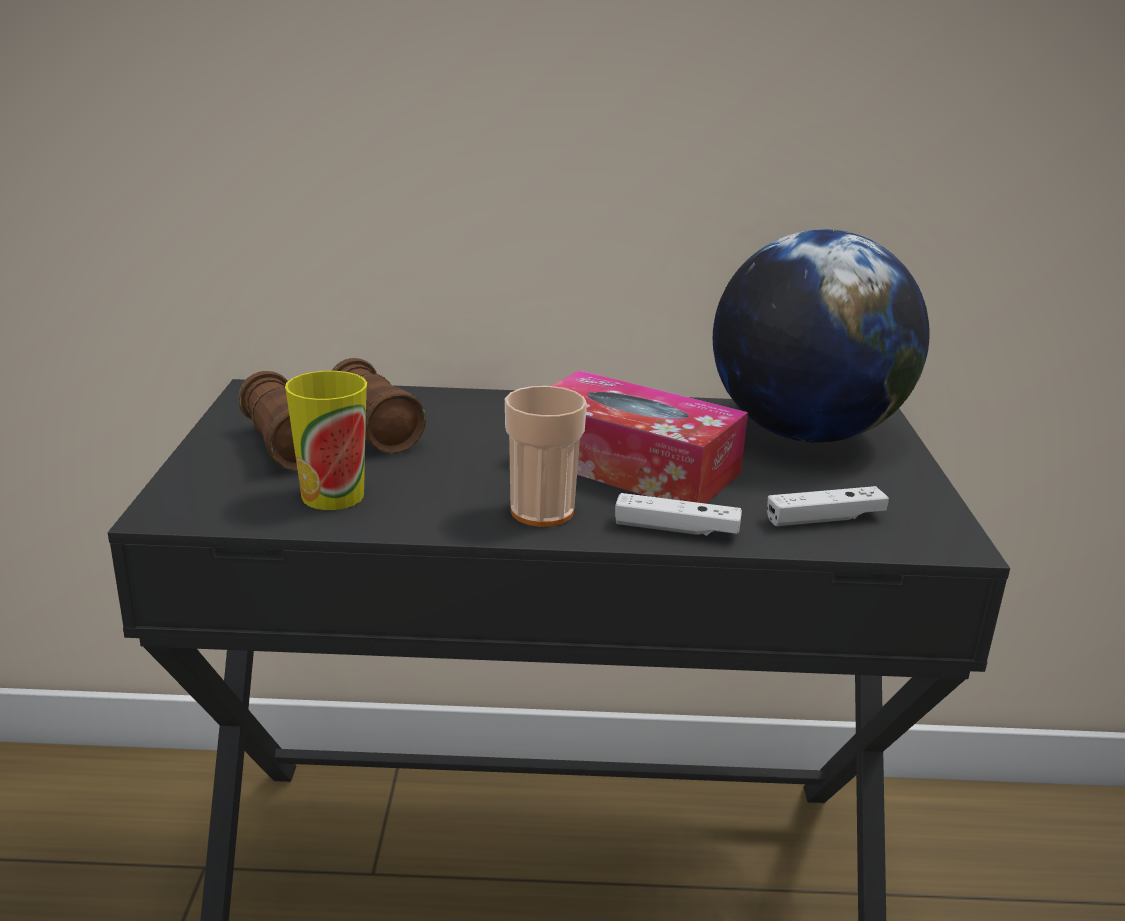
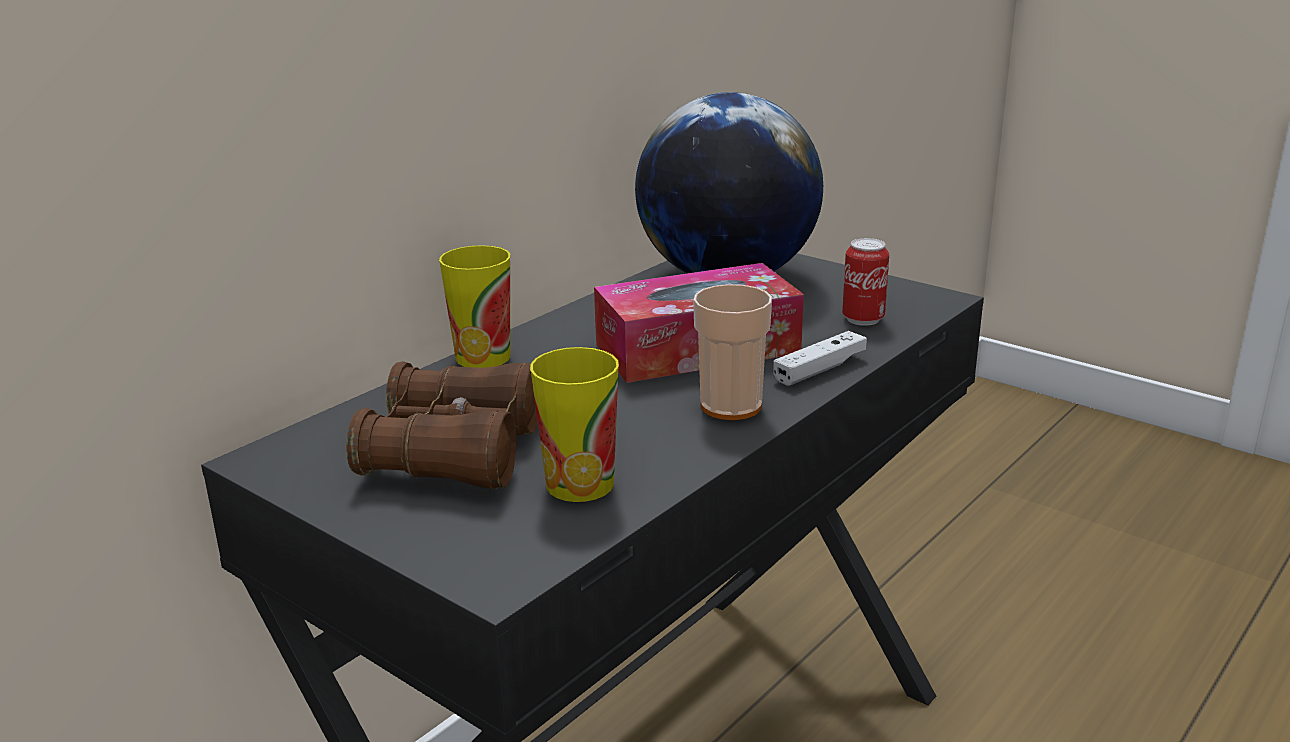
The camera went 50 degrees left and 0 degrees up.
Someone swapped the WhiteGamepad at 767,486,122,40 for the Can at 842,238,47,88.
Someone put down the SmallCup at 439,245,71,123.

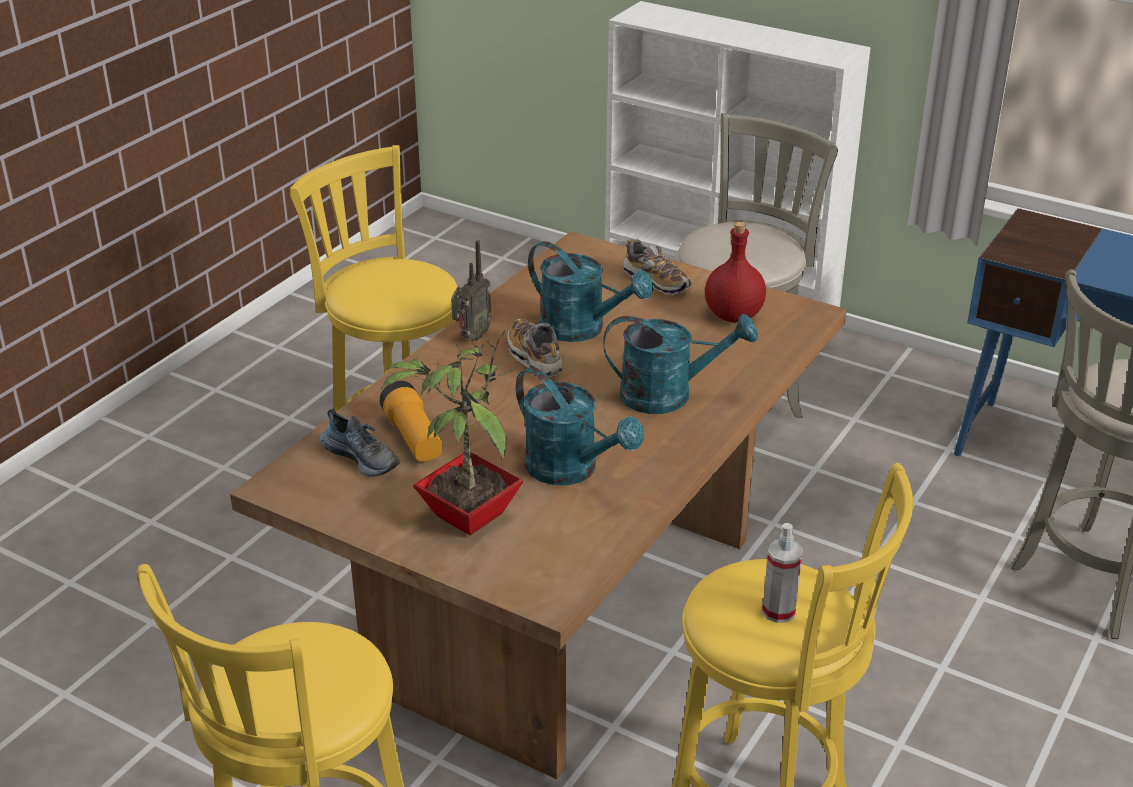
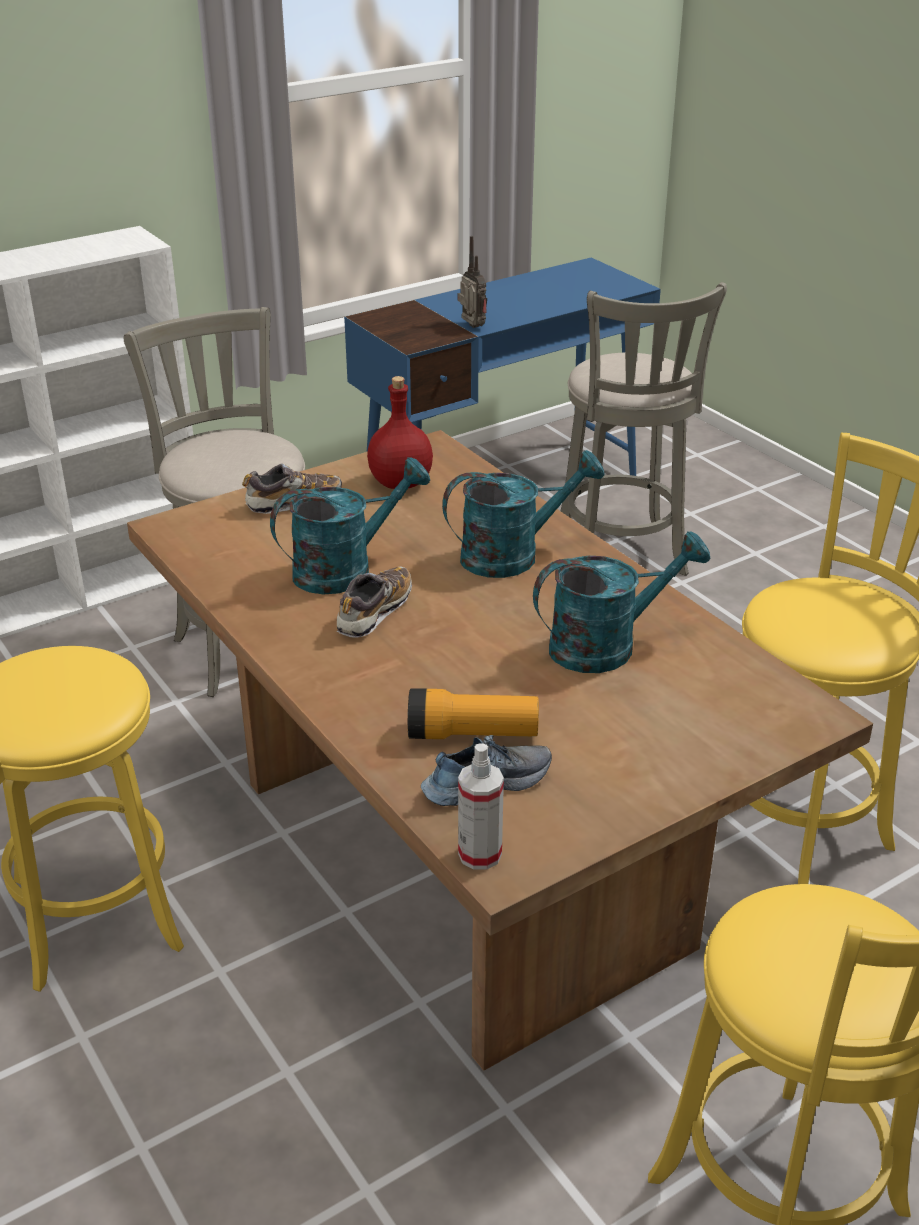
The camera went 65 degrees left and 0 degrees up.
Someone carried the Radio from 451,240,40,101 to 458,236,29,92.
Someone rotated the TurquoiseColouredWateringCan at 603,314,155,100 by 45 degrees clockwise.
Someone rotated the ItemOfFootwear at 507,319,55,58 by 120 degrees clockwise.
Someone took away the PottedPlant at 381,331,142,204.
Someone carried the HandSprayer from 762,523,41,100 to 458,743,46,126.

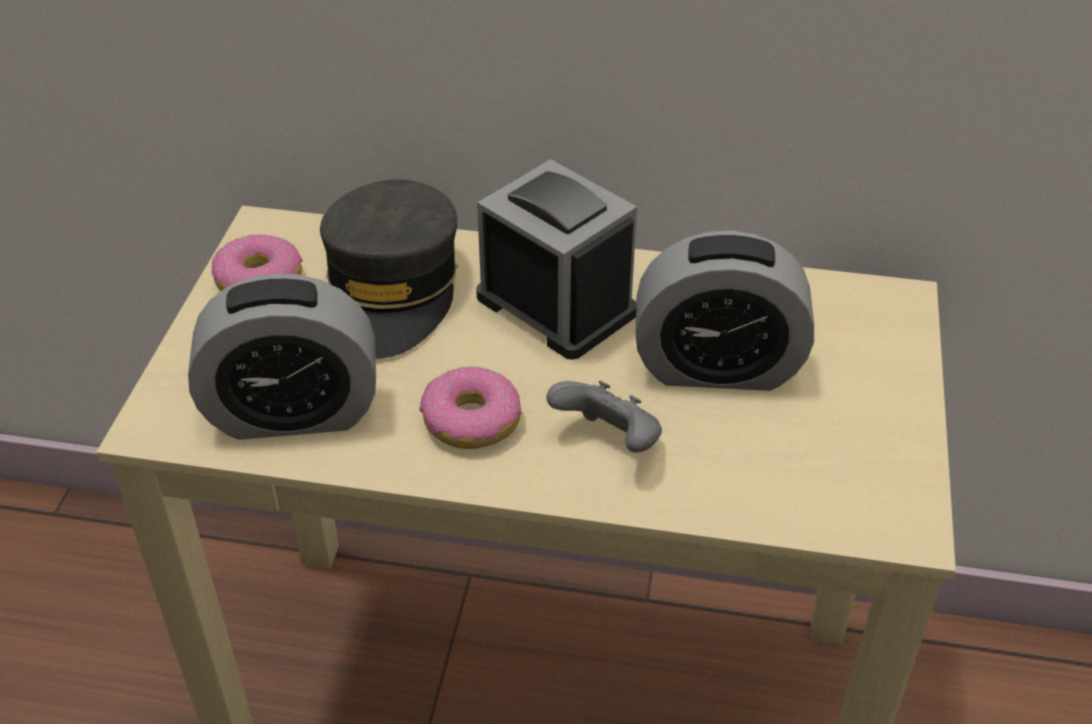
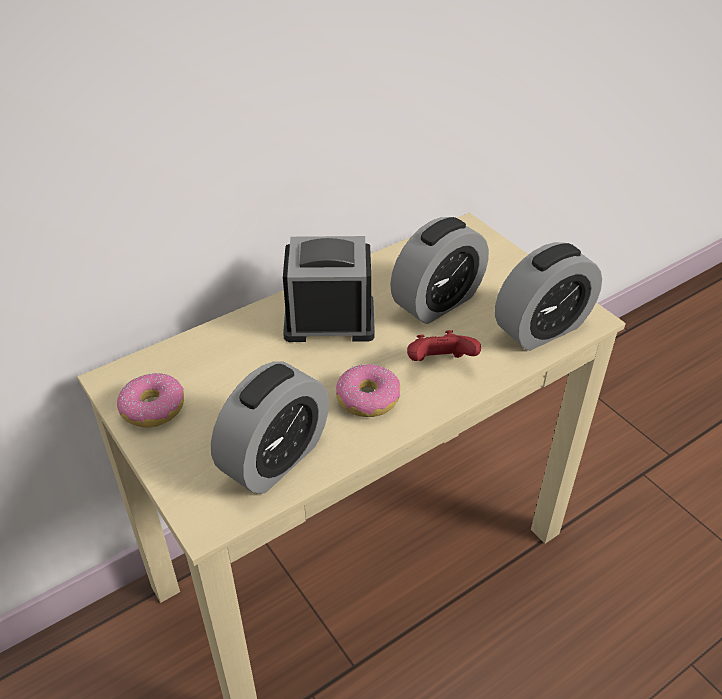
The camera went 45 degrees left and 0 degrees up.
Someone took away the GreyCap at 320,179,138,180.
Someone repainted the GreyGamepad at 547,381,115,72, which became the ReddishGamepad at 407,330,74,31.
Someone put down the TableClock at 495,242,107,109.

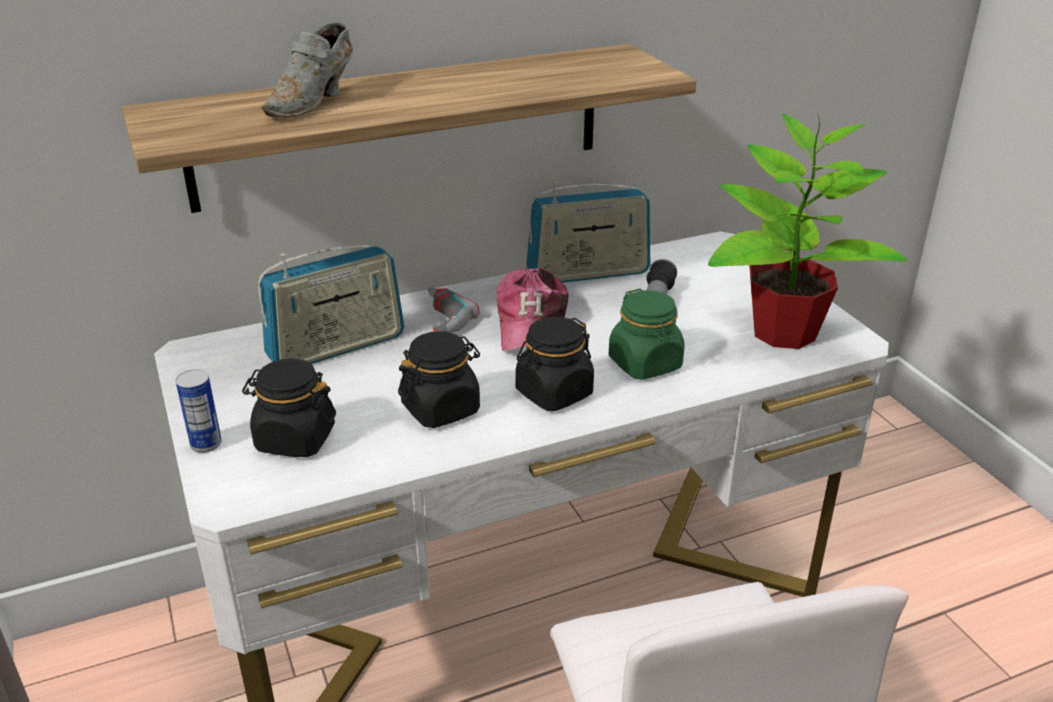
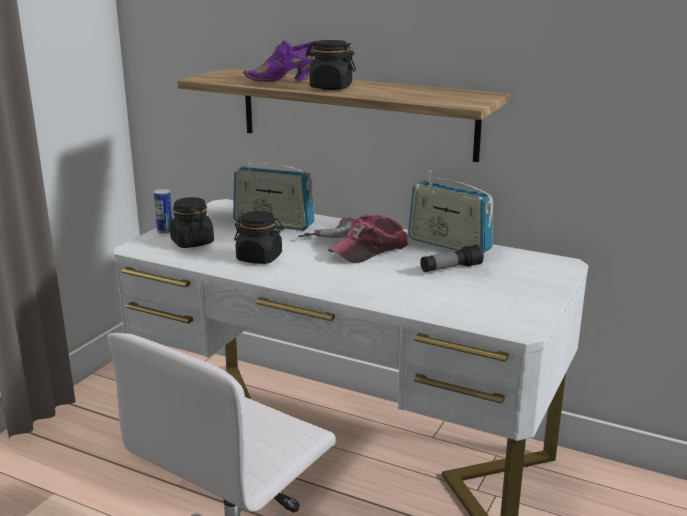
The camera went 50 degrees right and 10 degrees down.
Someone repainted the GreyItemOfFootwear at 261,21,92,97, which became the PurplishItemOfFootwear at 243,40,73,42.
Someone took away the PottedPlant at 708,113,199,236.
Someone took away the GreenColouredJar at 609,289,76,91.
Someone carried the BlackishJar from 515,317,79,94 to 305,40,51,50.

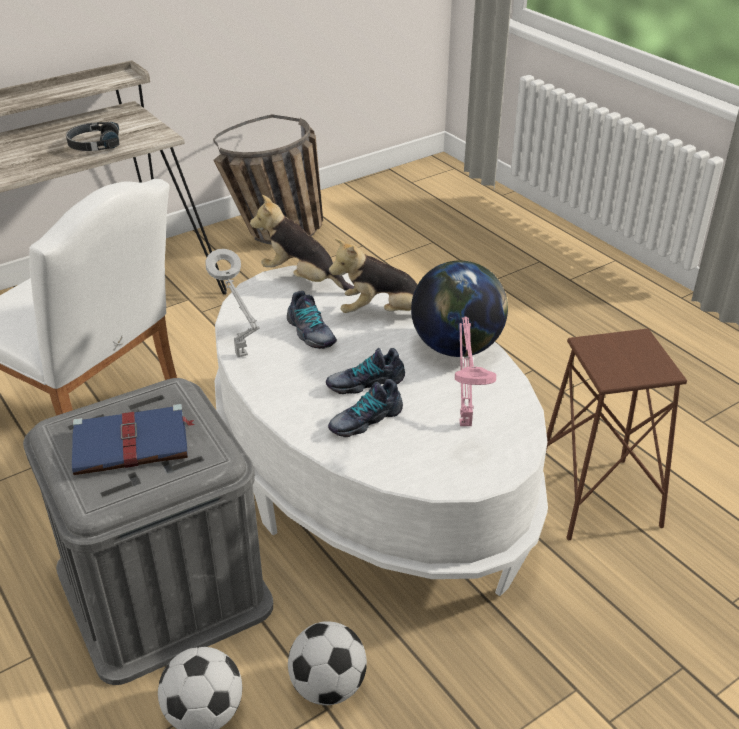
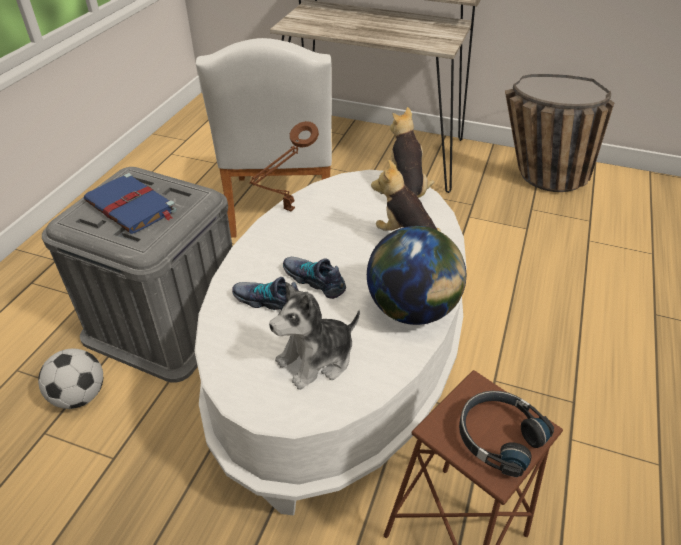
The camera went 55 degrees right and 5 degrees up.
Someone carried the BlackishHeadphones from 66,122,53,29 to 459,391,95,86.
Someone repainted the GreyTableLamp at 205,249,55,108, which became the BrownColouredTableLamp at 249,121,70,90.
Someone took away the ItemOfFootwear at 287,291,50,58.
Someone swapped the PinkColouredTableLamp at 455,317,41,109 for the SoftToy at 269,282,91,108.
Someone took away the Football at 288,621,79,84.

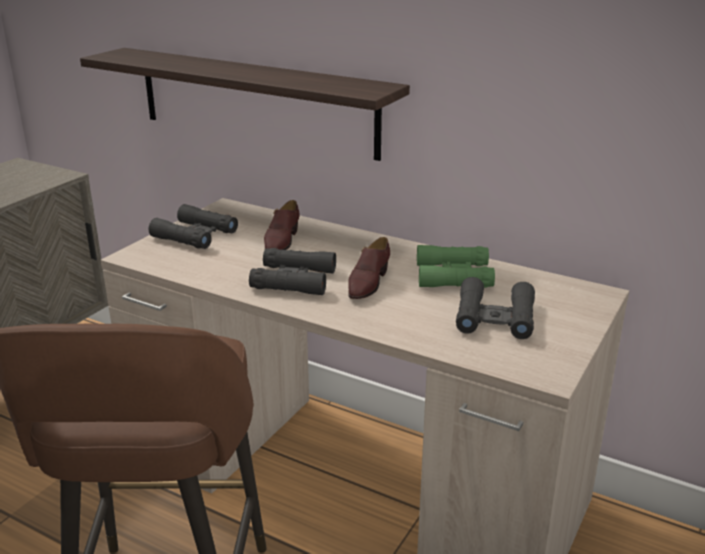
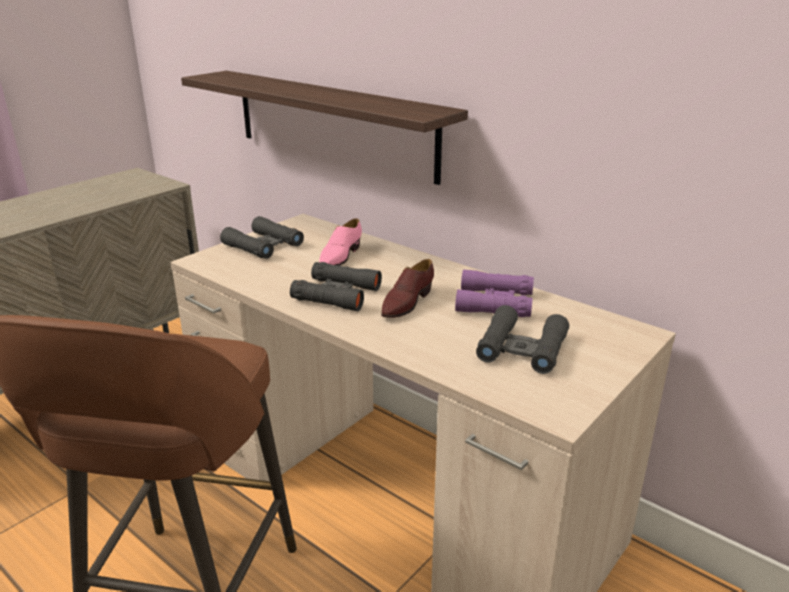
The camera went 10 degrees right and 0 degrees up.
Someone repainted the BrownColouredItemOfFootwear at 264,200,36,50, which became the PinkColouredItemOfFootwear at 320,218,42,47.
Someone repainted the GreenColouredBinoculars at 417,245,78,43, which became the PurplishBinoculars at 455,269,79,48.

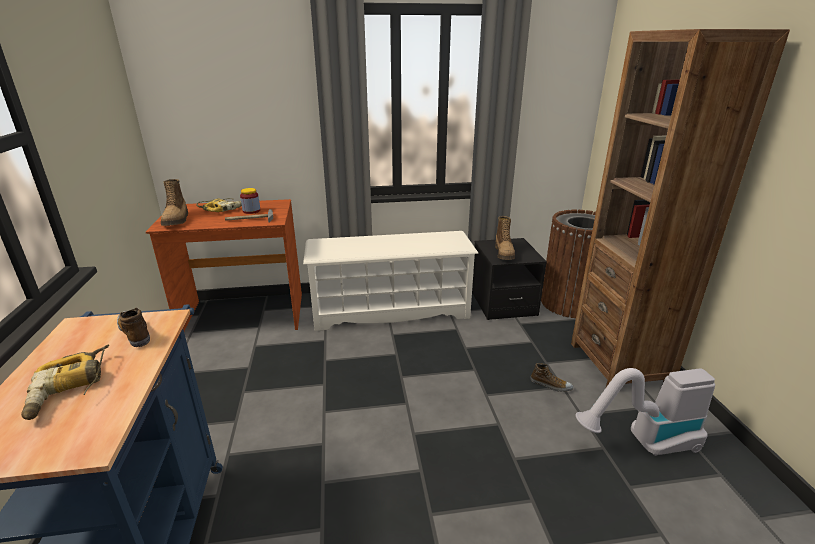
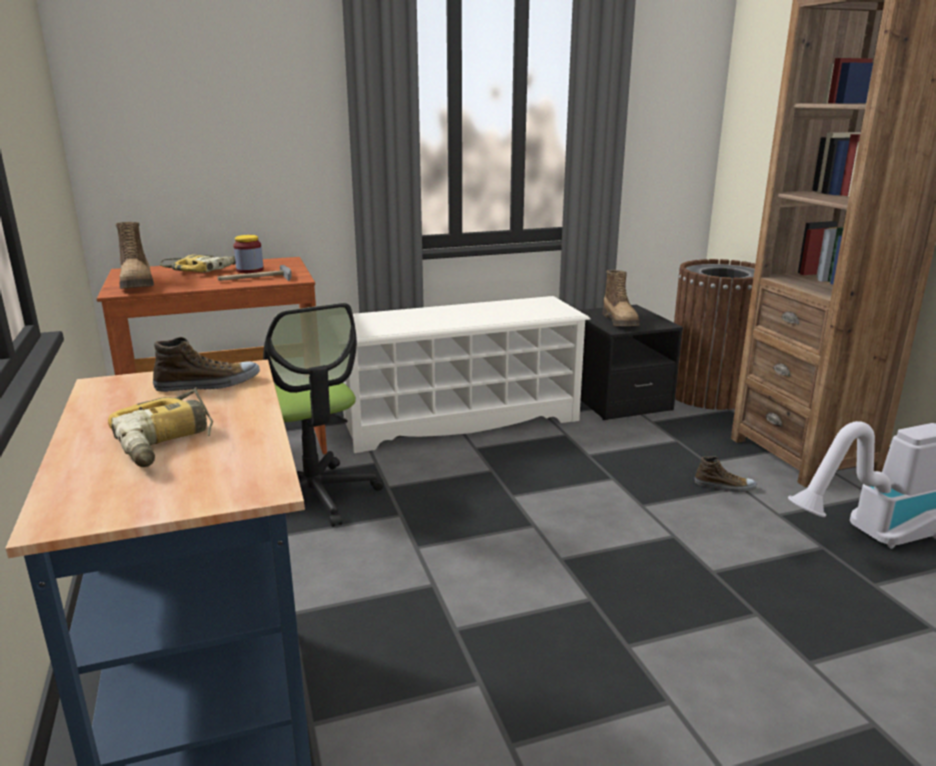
The camera went 10 degrees left and 5 degrees down.
Someone rotated the ItemOfFootwear at 117,308,33,39 by 120 degrees clockwise.
Someone put down the DeskChair at 263,303,121,224.

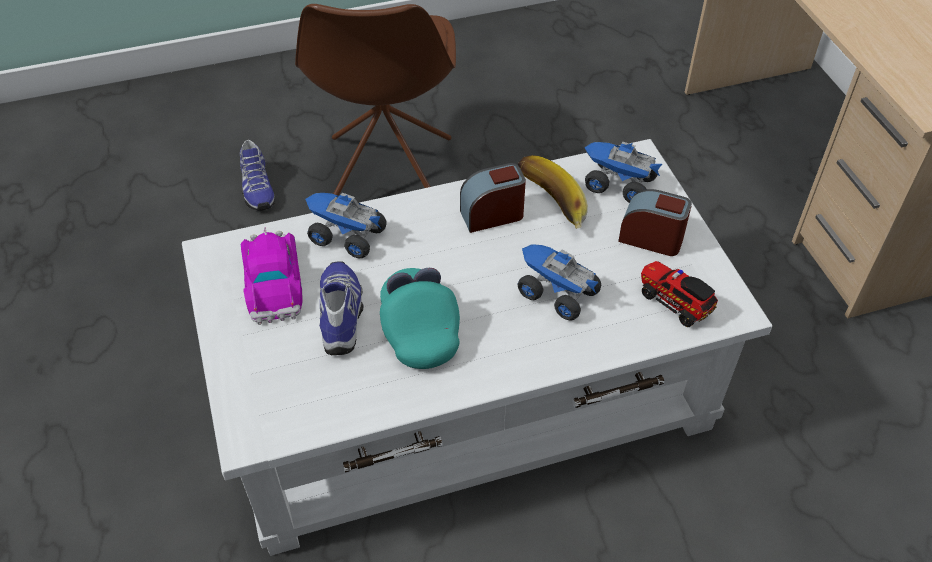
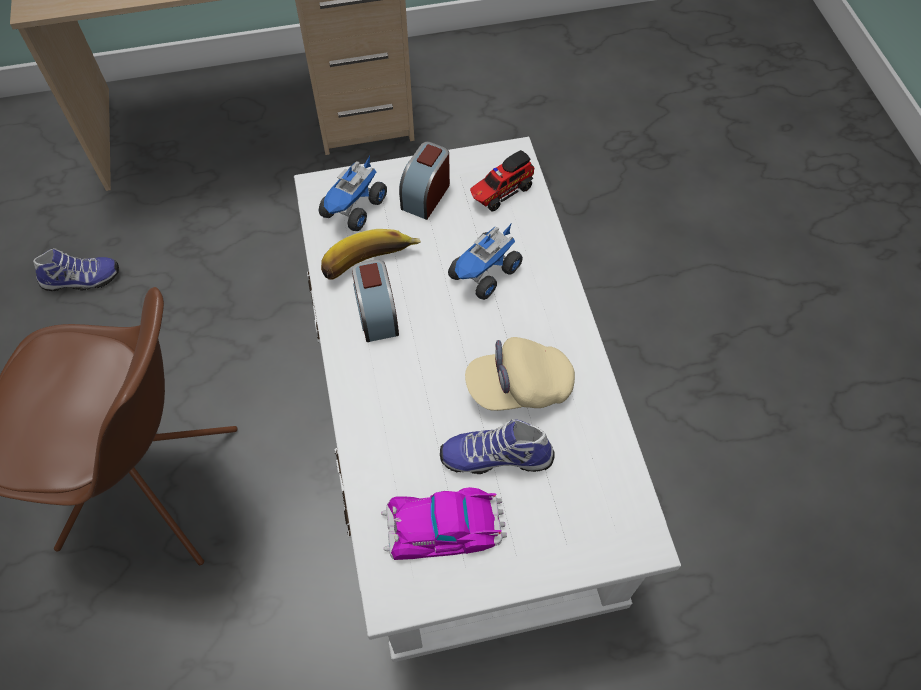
The camera went 85 degrees left and 10 degrees up.
Someone carried the ItemOfFootwear from 240,140,35,71 to 33,248,86,43.
Someone took away the ToyLorry at 305,193,82,65.
Someone repainted the TurquoiseColouredCap at 380,268,80,101, which became the SandColouredCap at 465,337,110,74.

